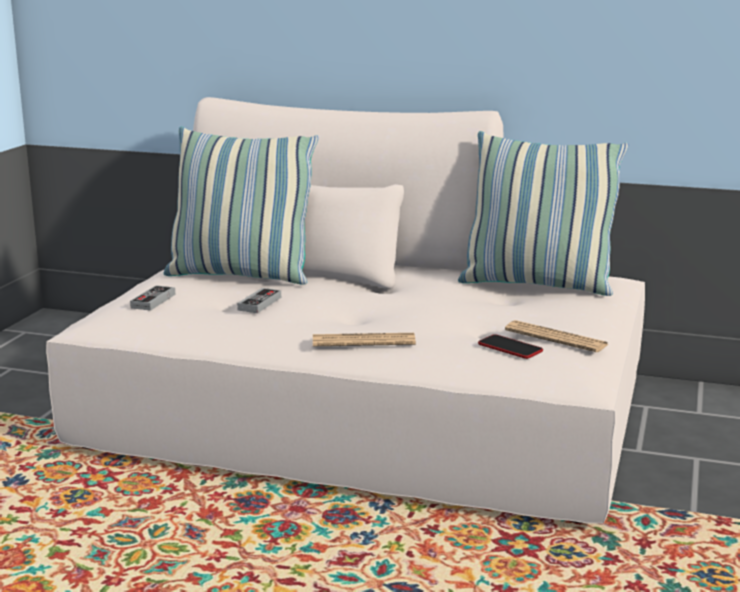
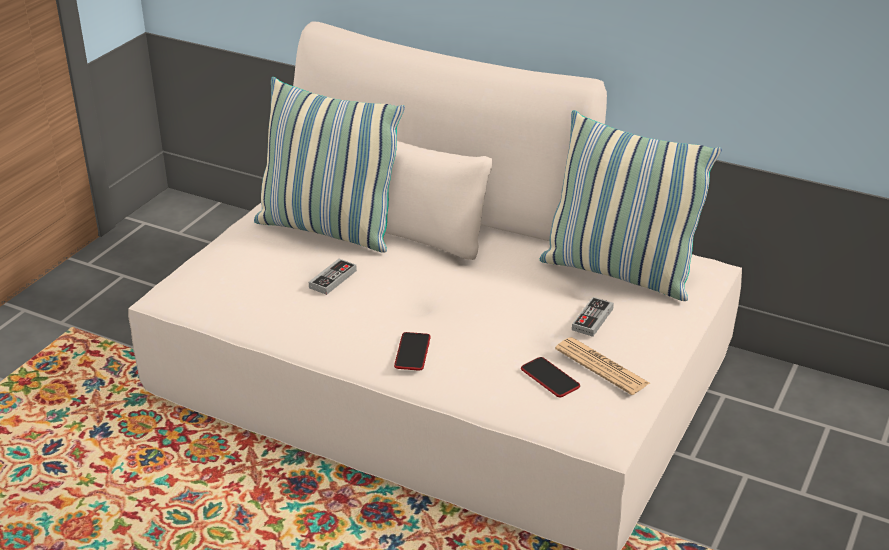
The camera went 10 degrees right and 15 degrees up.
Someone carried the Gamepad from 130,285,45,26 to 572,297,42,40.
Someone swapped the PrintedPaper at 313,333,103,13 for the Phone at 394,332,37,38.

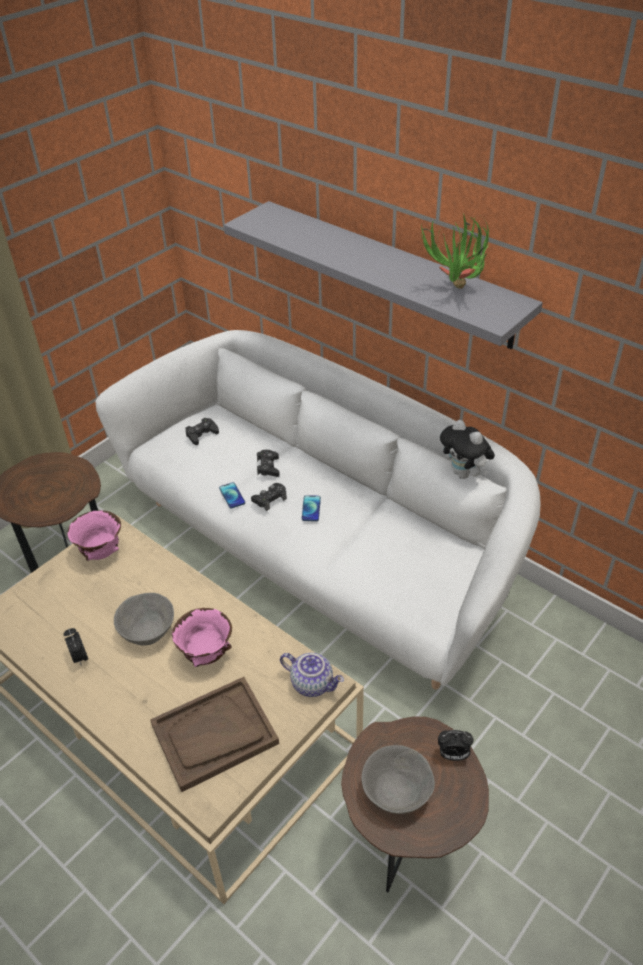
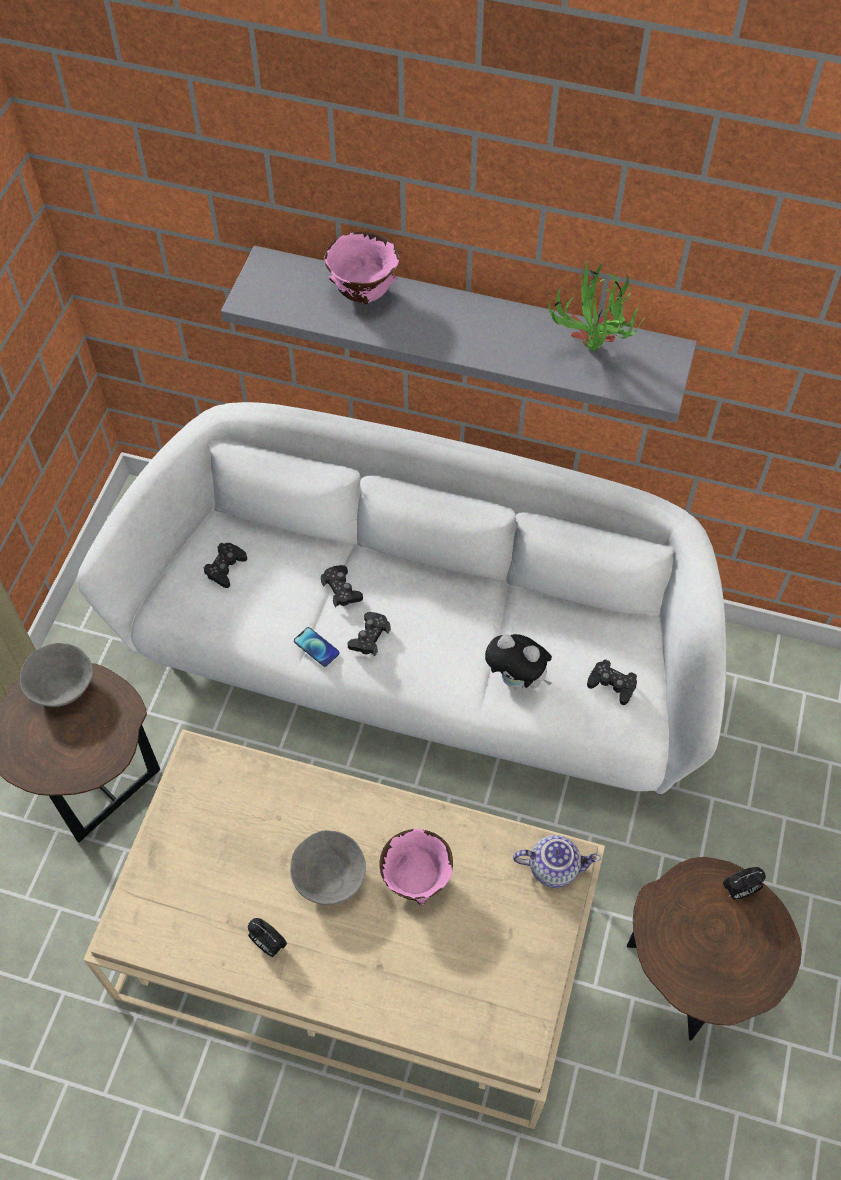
The camera went 25 degrees left and 15 degrees up.
Someone carried the SoftToy from 440,420,55,59 to 485,634,67,56.
Someone took away the Phone at 302,495,19,26.
Someone carried the PinkColouredBowl from 67,510,54,51 to 324,231,75,73.
Someone took away the BrownColouredTray at 150,677,129,115.
Someone carried the GreyBowl from 362,745,73,69 to 20,643,73,64.
Someone put down the BlackishGamepad at 587,659,50,46.

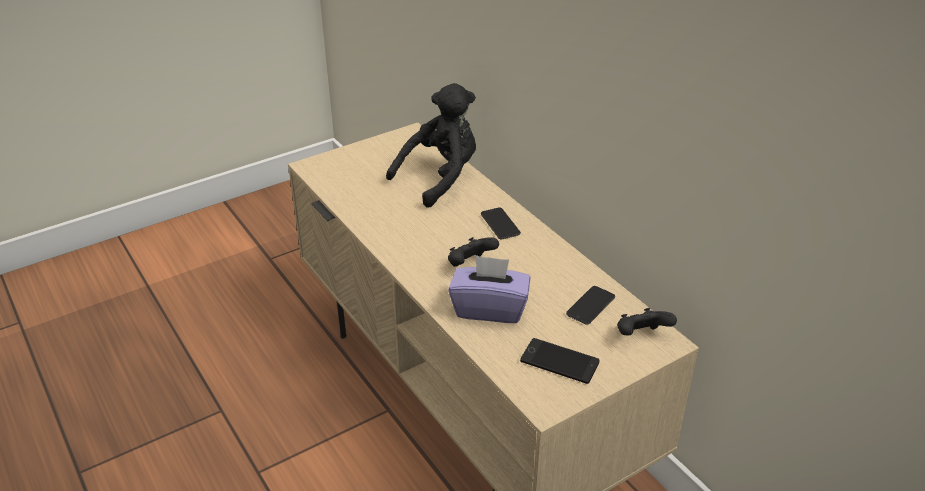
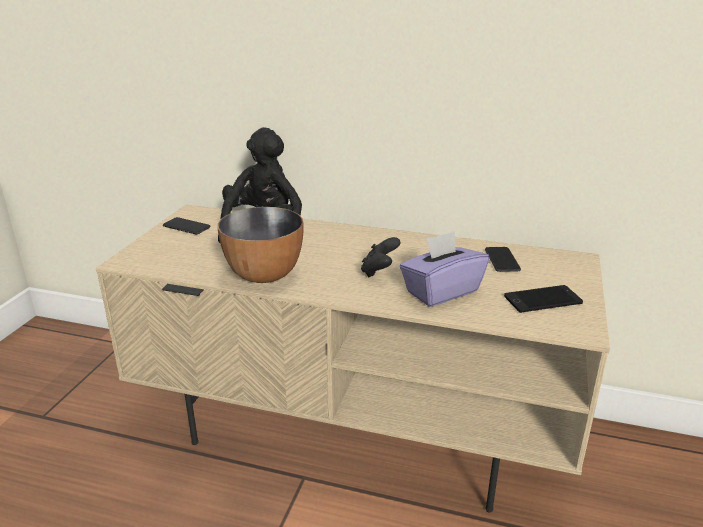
The camera went 40 degrees left and 10 degrees down.
Someone carried the Phone from 481,207,40,32 to 163,217,47,17.
Someone took away the BlackishGamepad at 617,308,60,28.
Someone put down the Bowl at 217,207,87,76.

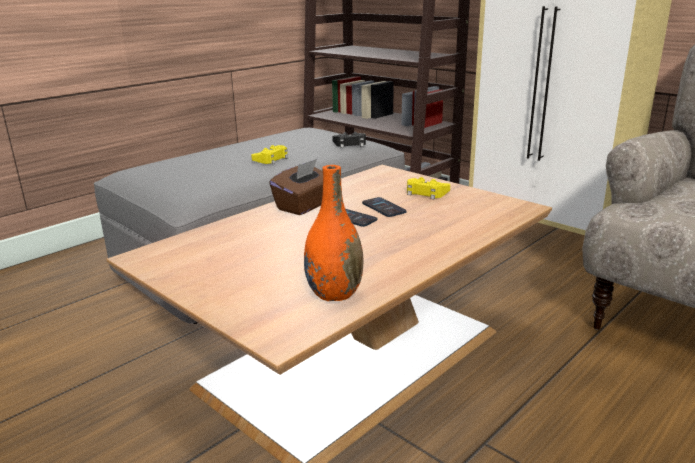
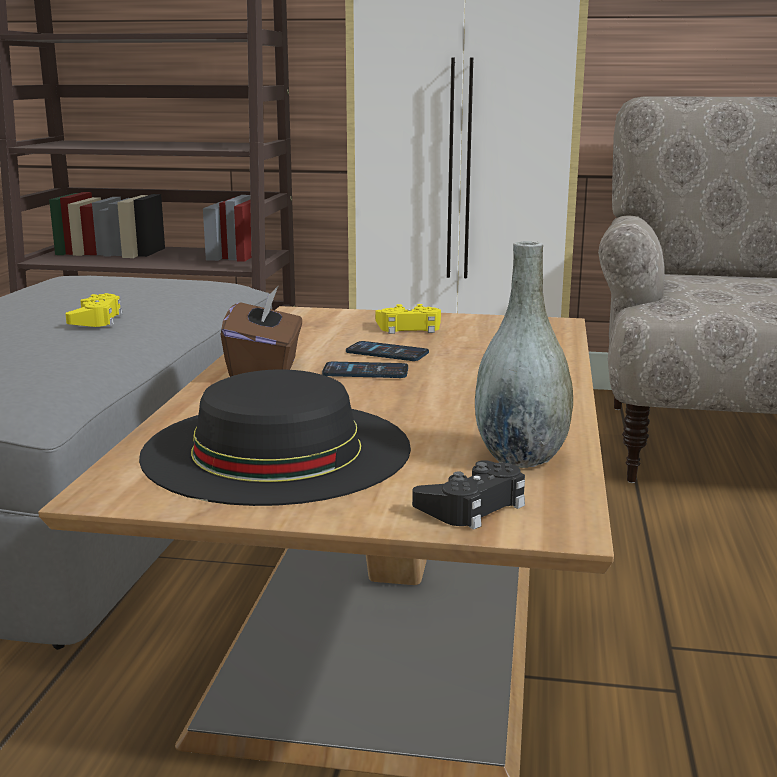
The camera went 35 degrees left and 5 degrees down.
Someone carried the BlackishGamepad from 332,132,34,16 to 412,460,113,70.
Someone repainted the OrangeVase at 304,165,60,136, which became the GreyVase at 475,241,98,227.
Someone put down the BlackishWearableHat at 139,369,272,137.

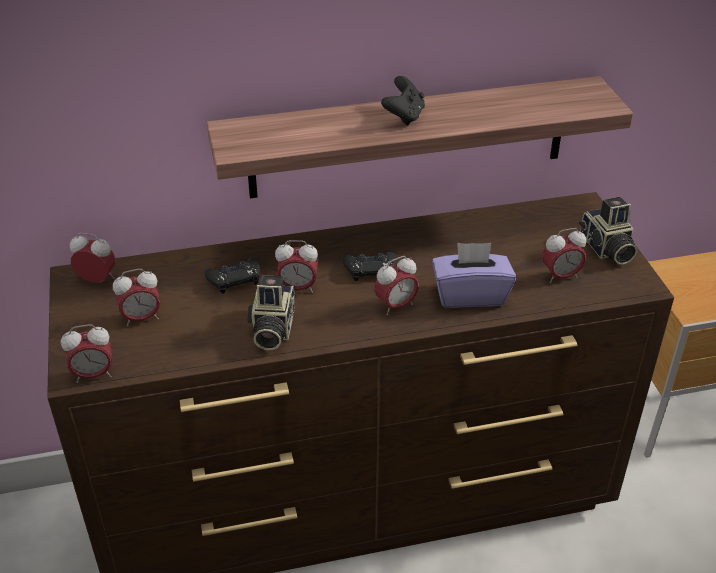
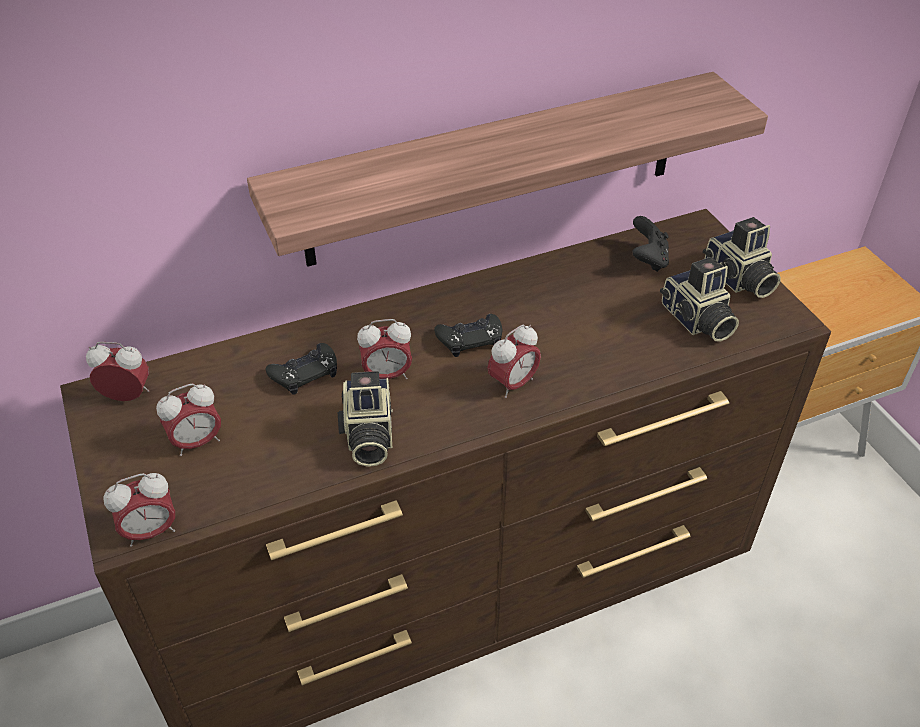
The camera went 10 degrees left and 5 degrees up.
Someone carried the BlackishGamepad from 381,76,44,50 to 632,216,37,56.
Someone swapped the TableClock at 542,228,44,55 for the PhotoCamera at 660,257,79,85.
Someone took away the PurplishBoxOfTissues at 432,243,84,65.

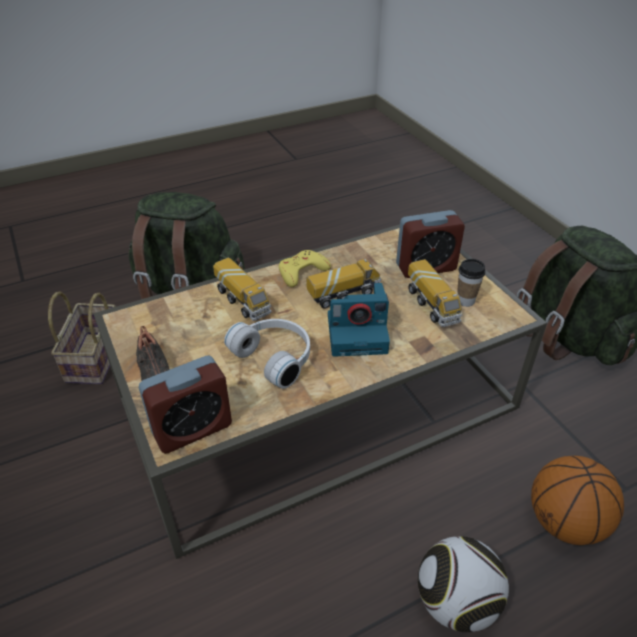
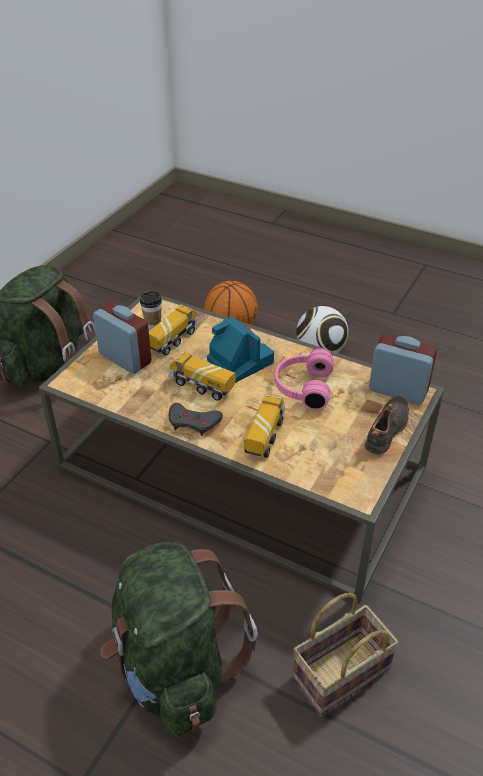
The camera went 125 degrees left and 0 degrees up.
Someone repainted the YellowGamepad at 279,250,52,37, which became the GreyGamepad at 169,403,54,33.
Someone repainted the WhiteHeadphones at 224,319,86,70, which became the PinkColouredHeadphones at 275,348,59,62.

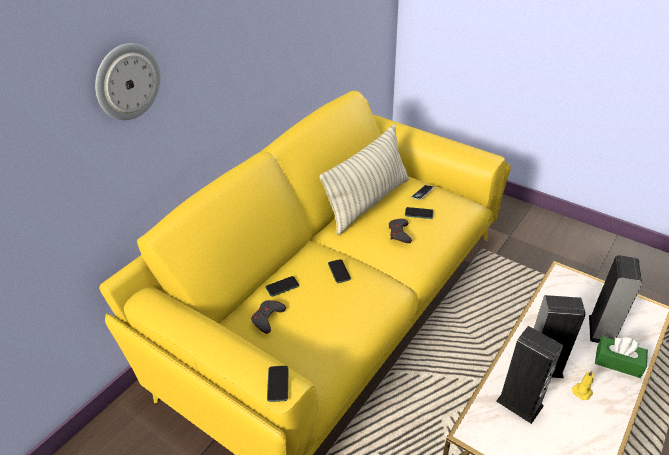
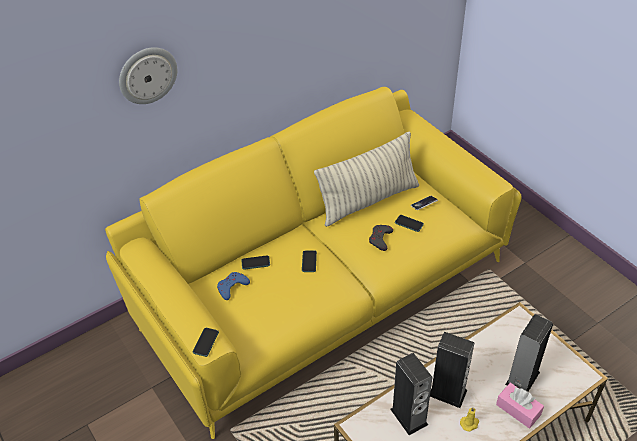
The camera went 20 degrees right and 5 degrees up.
Someone repainted the GreyGamepad at 251,300,35,34, which became the BlueGamepad at 217,272,33,28.
Someone repainted the GreenColouredBoxOfTissues at 595,336,53,42, which became the PinkColouredBoxOfTissues at 496,383,48,46.

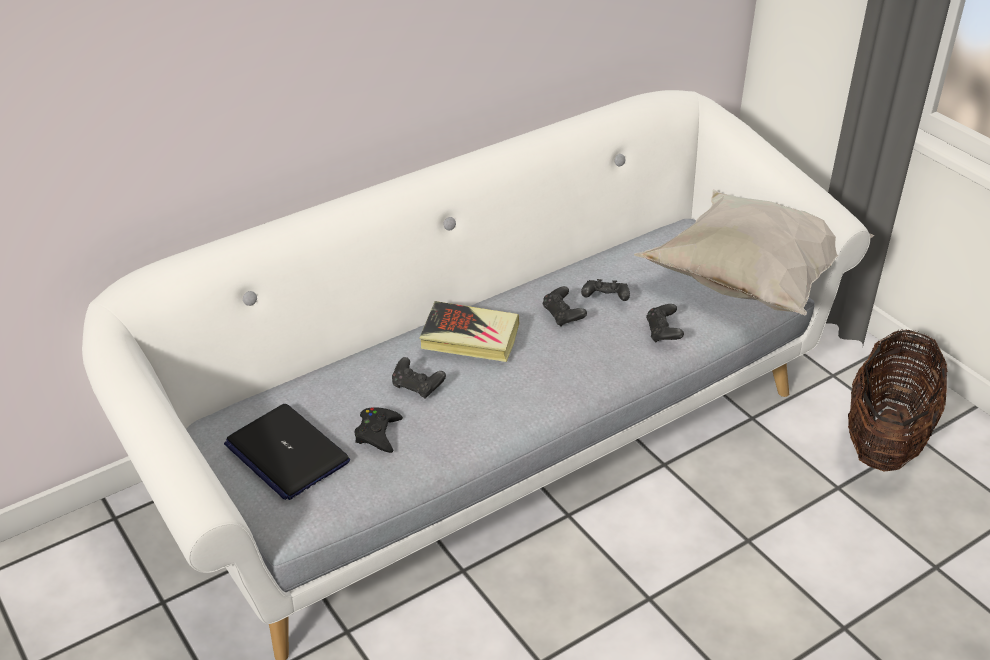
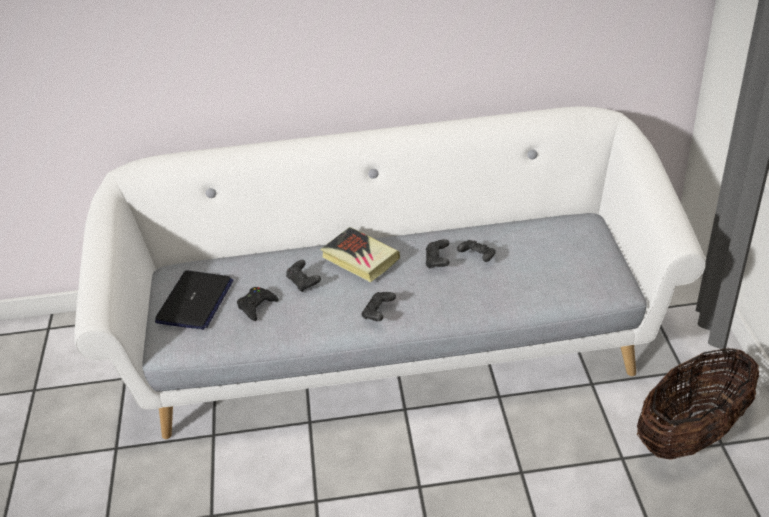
The camera went 30 degrees right and 0 degrees up.
Someone took away the WhiteCushion at 634,189,240,126.
Someone carried the BlackishGamepad from 646,304,38,38 to 361,292,35,29.
Someone rotated the PortableComputer at 224,404,126,96 by 150 degrees counterclockwise.

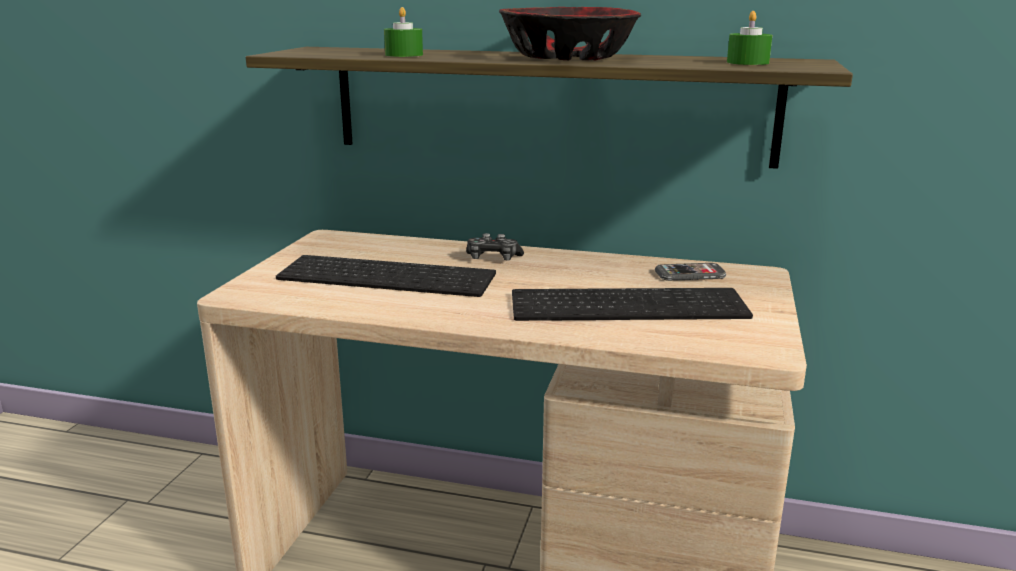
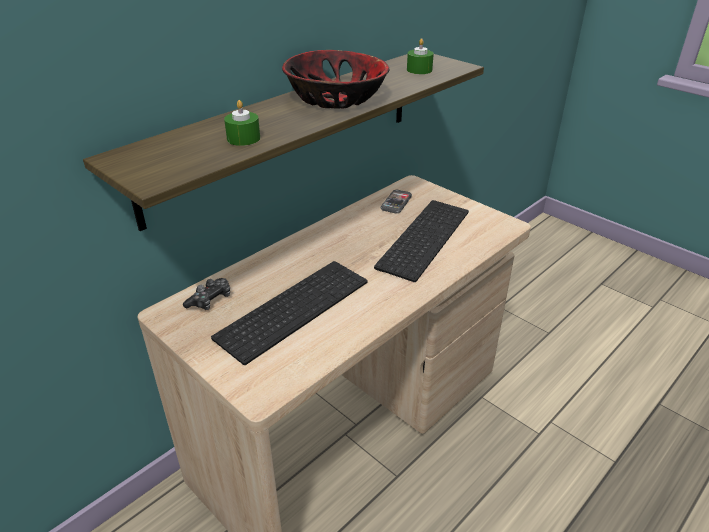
The camera went 60 degrees left and 15 degrees up.
Someone carried the Gamepad from 466,233,58,27 to 183,278,47,32.

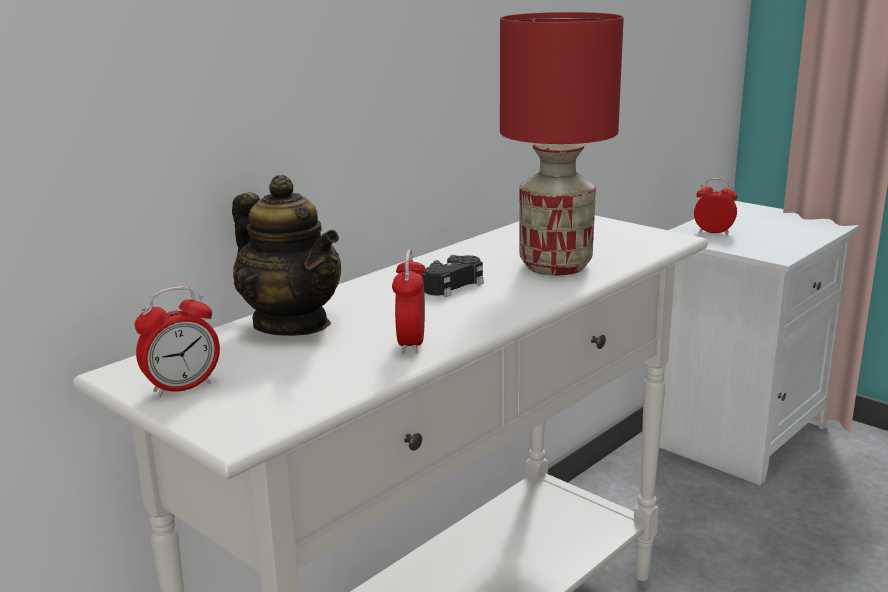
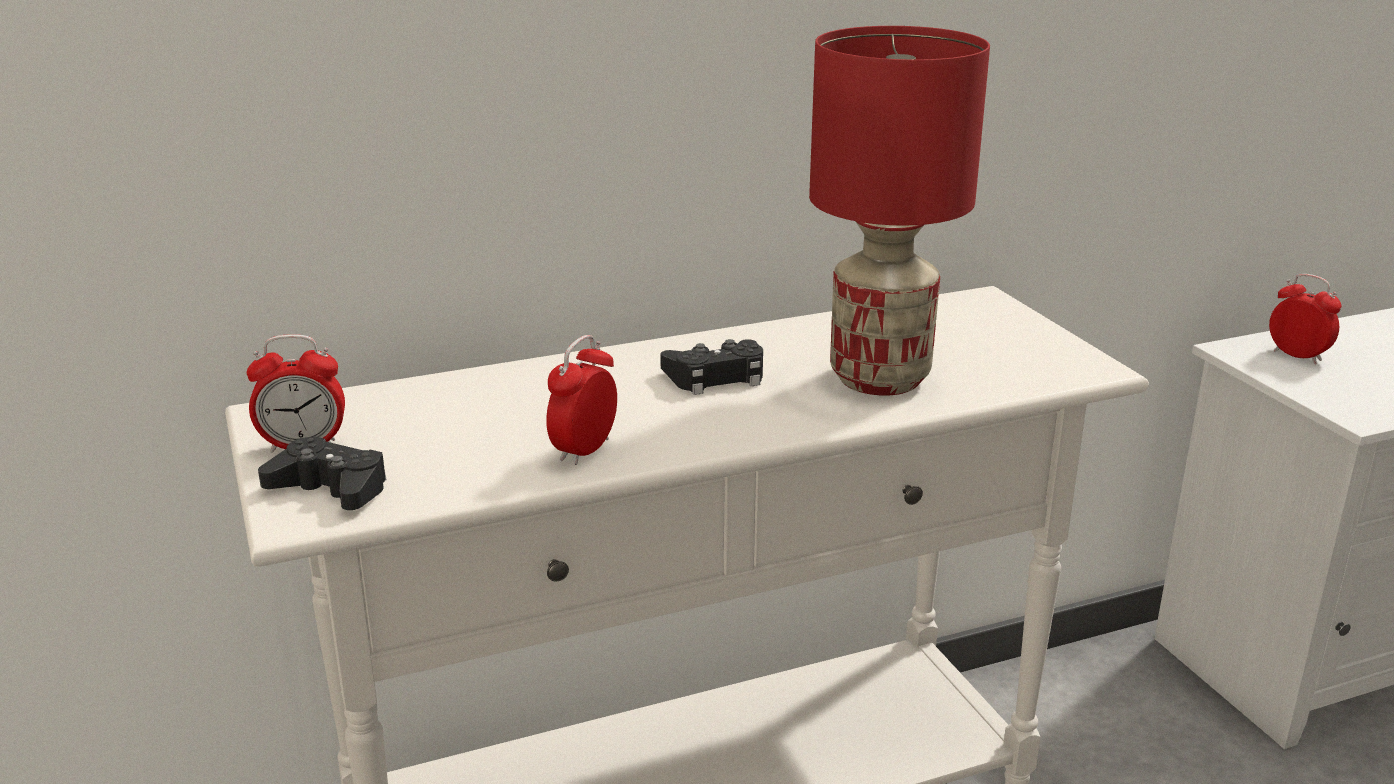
The camera went 25 degrees right and 5 degrees up.
Someone took away the TeaPot at 232,175,109,161.
Someone put down the BlackishGamepad at 258,436,129,74.

